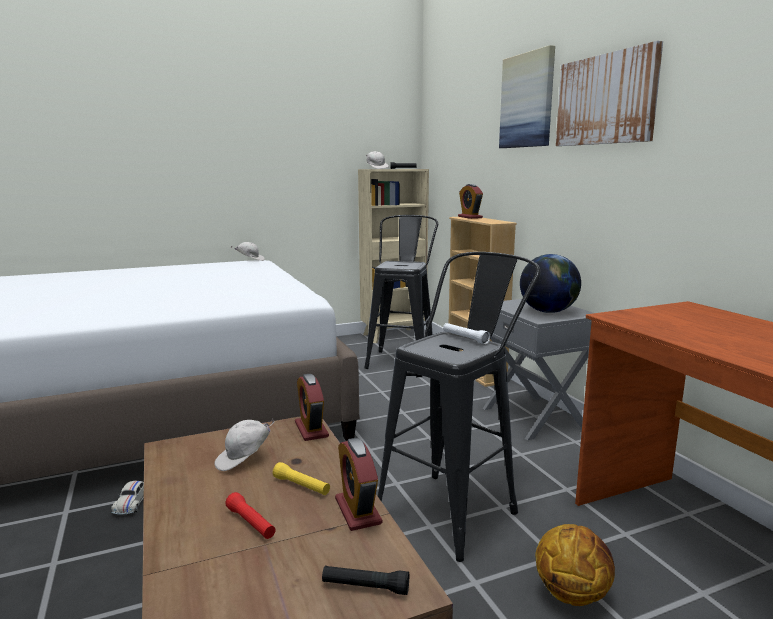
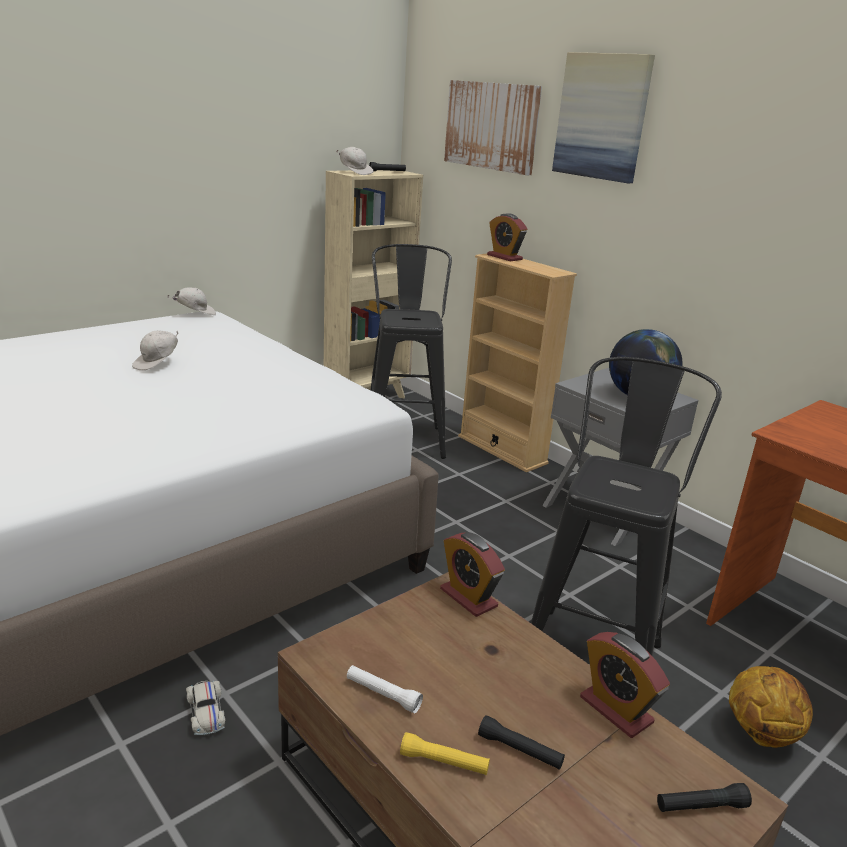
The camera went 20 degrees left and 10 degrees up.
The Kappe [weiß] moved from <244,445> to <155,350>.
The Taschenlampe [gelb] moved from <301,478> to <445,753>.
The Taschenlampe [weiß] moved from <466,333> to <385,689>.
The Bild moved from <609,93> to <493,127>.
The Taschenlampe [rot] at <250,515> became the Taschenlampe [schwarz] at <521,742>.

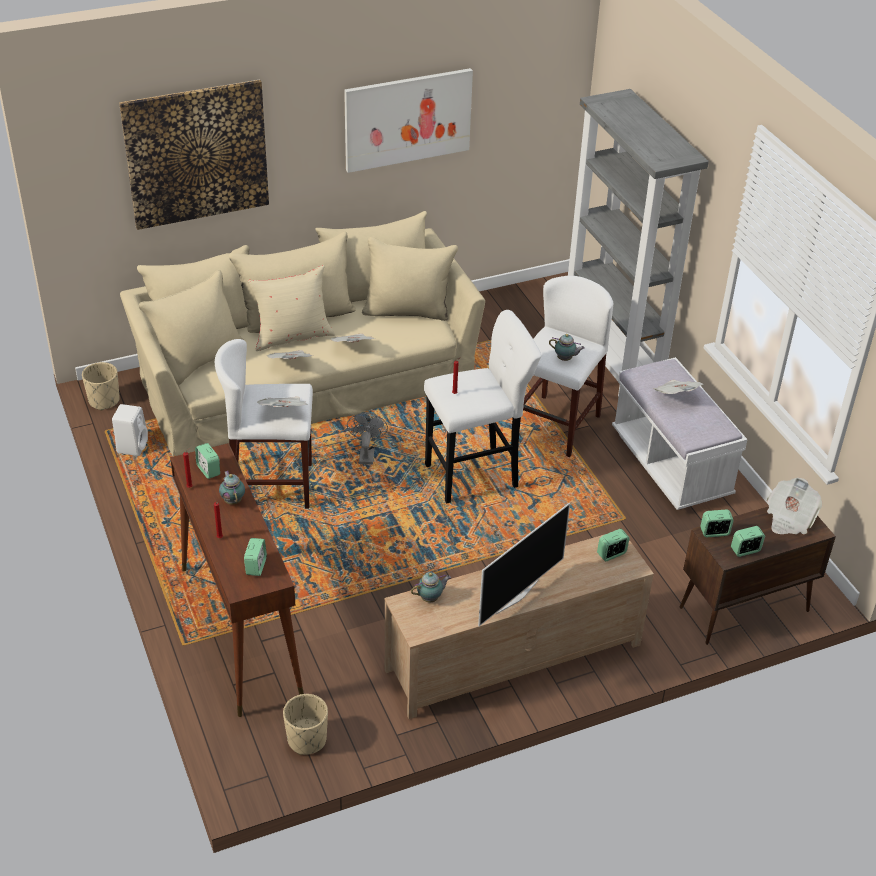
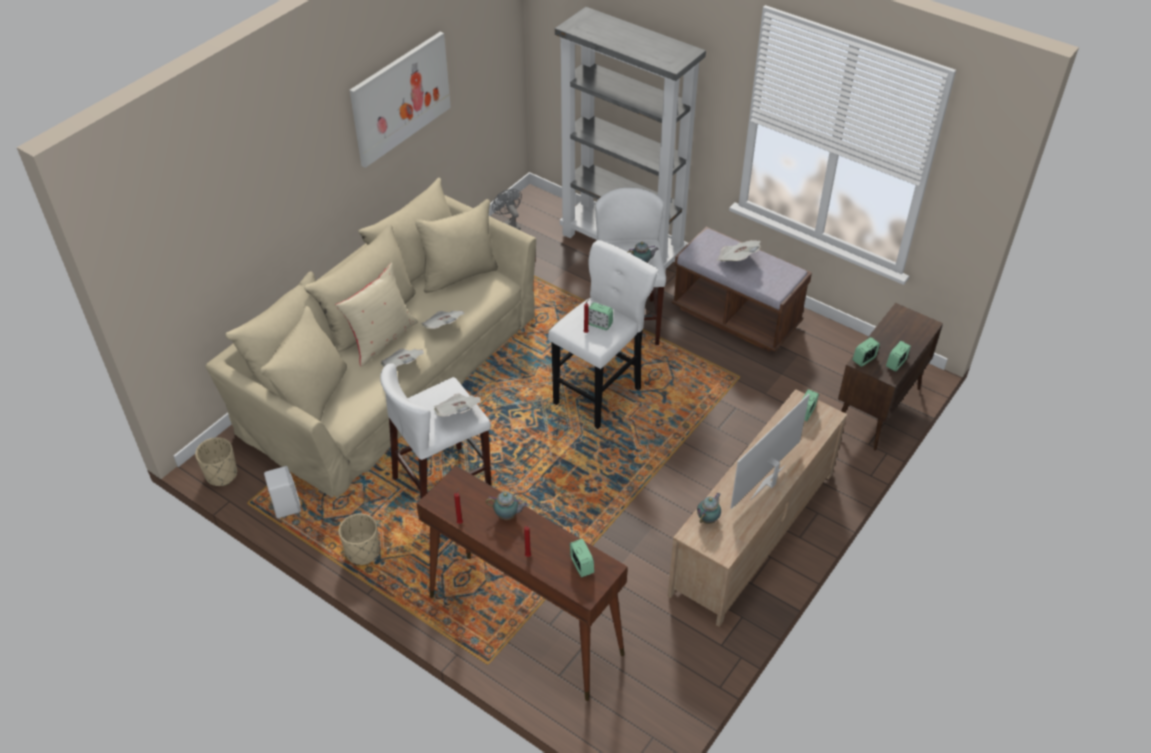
The camera went 30 degrees left and 5 degrees up.
The Bild at <194,155> disappeared.
The Zeitung at <794,505> disappeared.
The Wecker moved from <207,461> to <600,316>.
The Pflanzkübel [beige] moved from <305,724> to <358,539>.
The Ventilator [grau] moved from <367,438> to <507,209>.
The Bank [weiß] at <680,433> became the Bank [braun] at <742,289>.
The Teekanne at <232,487> turned 150 degrees clockwise.
The Fernseher at <524,564> turned 150 degrees counterclockwise.

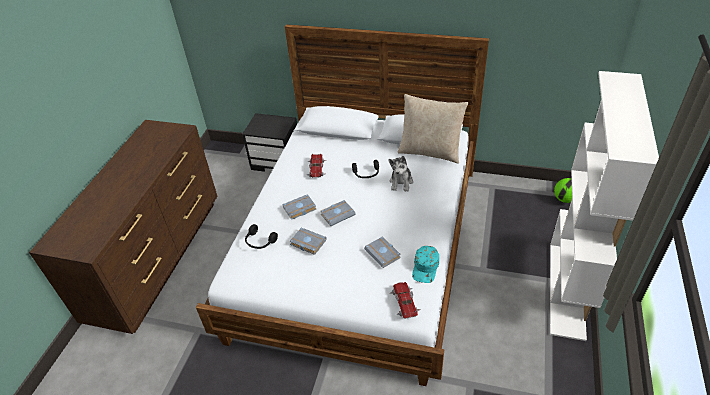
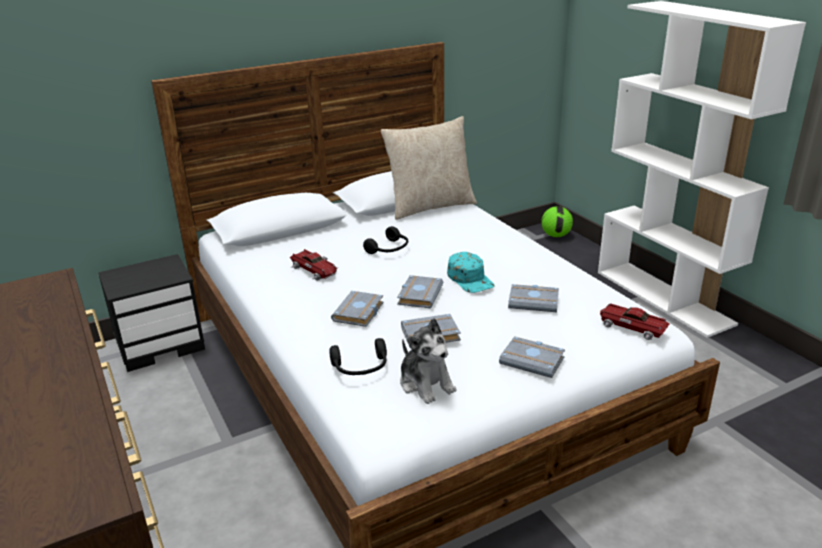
The camera went 45 degrees left and 15 degrees down.
The Buch [grau] at <532,357> appeared.
The Plüschtier moved from <400,174> to <428,361>.
The Kappe [türkis] moved from <425,264> to <471,272>.

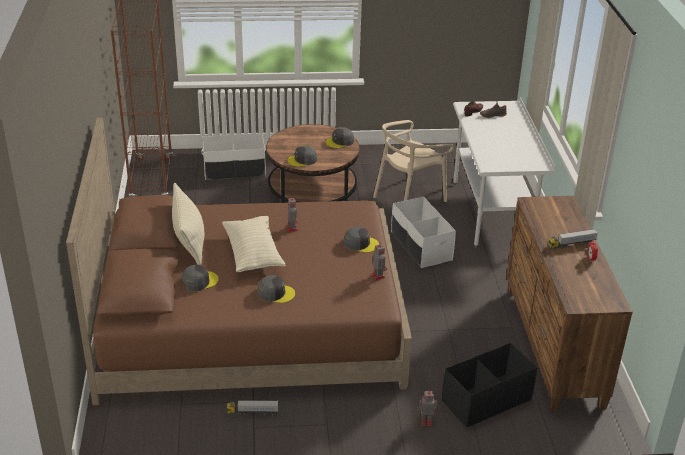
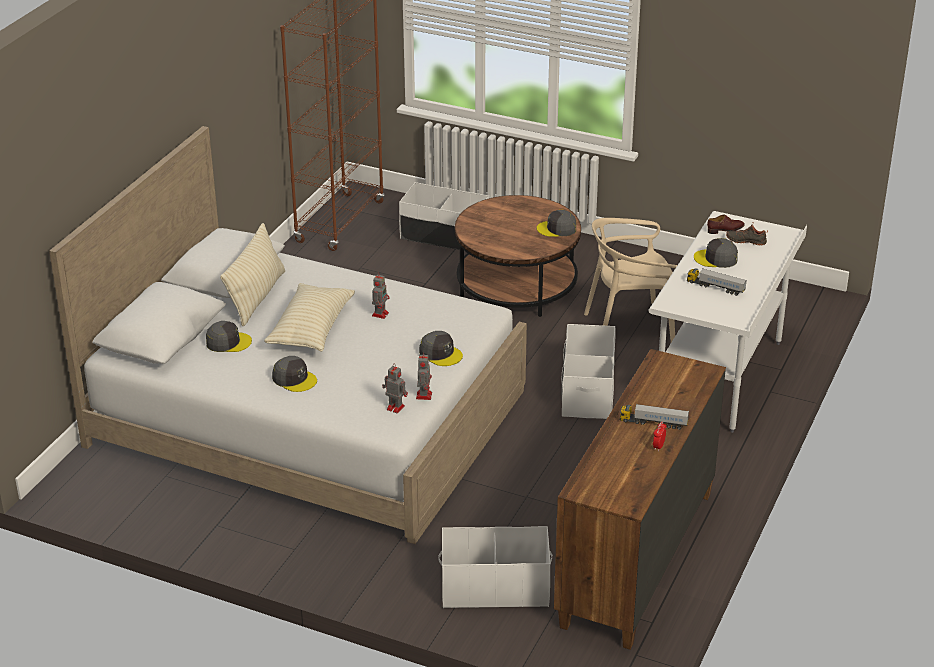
The camera went 30 degrees right and 0 degrees up.
The Spielzeuglaster moved from <252,407> to <717,282>.
The Kappe [grau] moved from <302,156> to <716,253>.
The Spielzeugroboter moved from <427,408> to <395,389>.
The Bett [braun] at <239,261> became the Bett [weiß] at <288,335>.
The Aufbewahrungsbox [schwarz] at <489,385> became the Aufbewahrungsbox [weiß] at <495,567>.

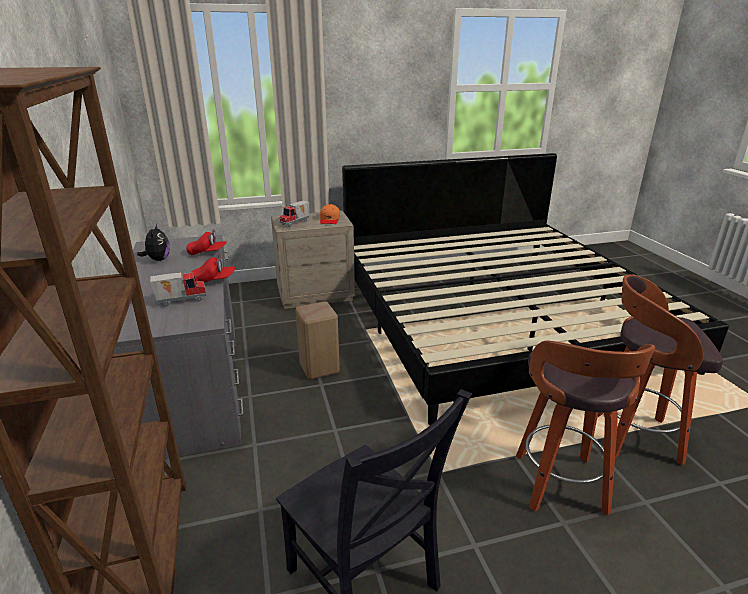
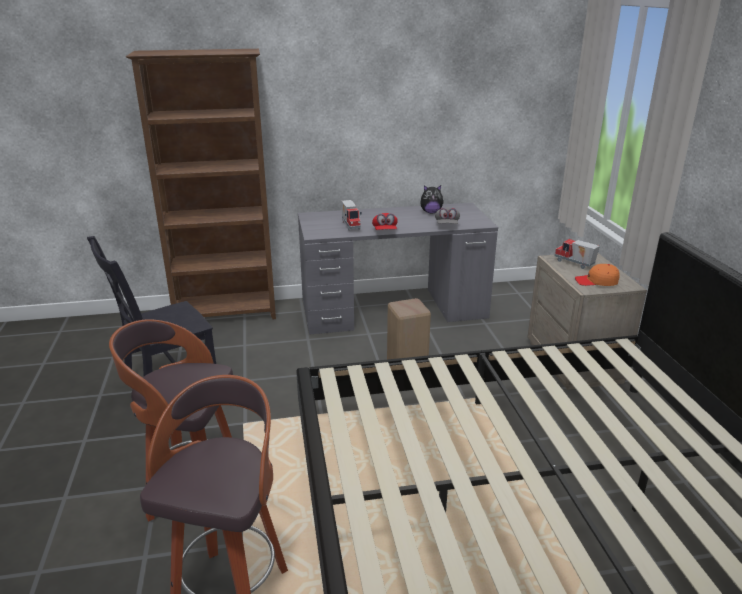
The camera went 95 degrees right and 0 degrees up.
The Kappe [rot] at <206,242> became the Kappe [grau] at <447,215>.

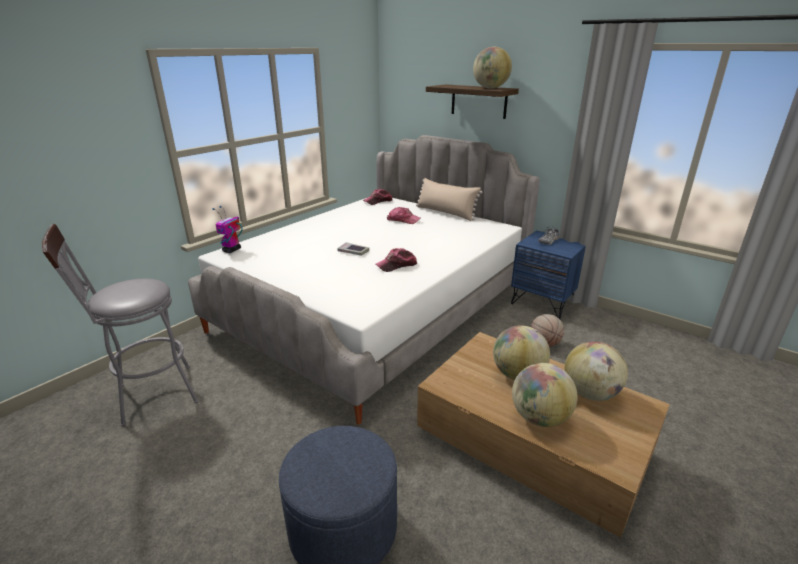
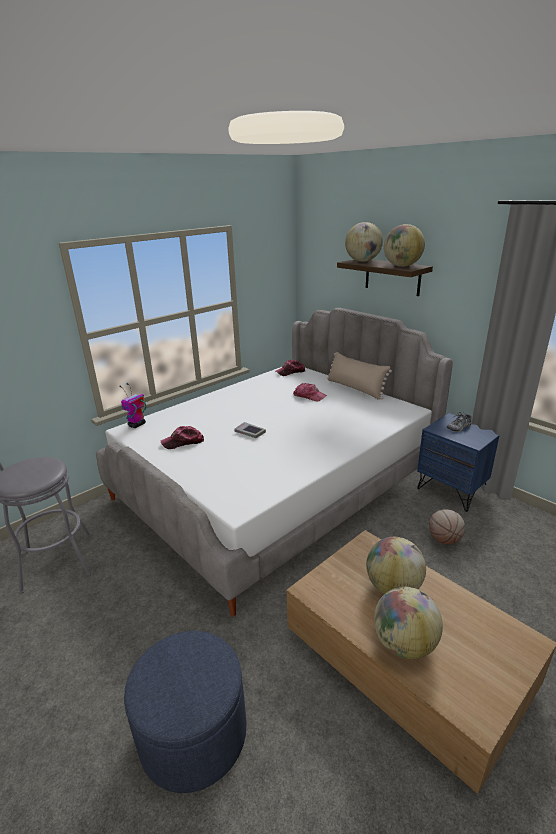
The camera went 10 degrees right and 0 degrees up.
The Kappe moved from <396,260> to <182,437>.
The Globus moved from <596,371> to <364,242>.

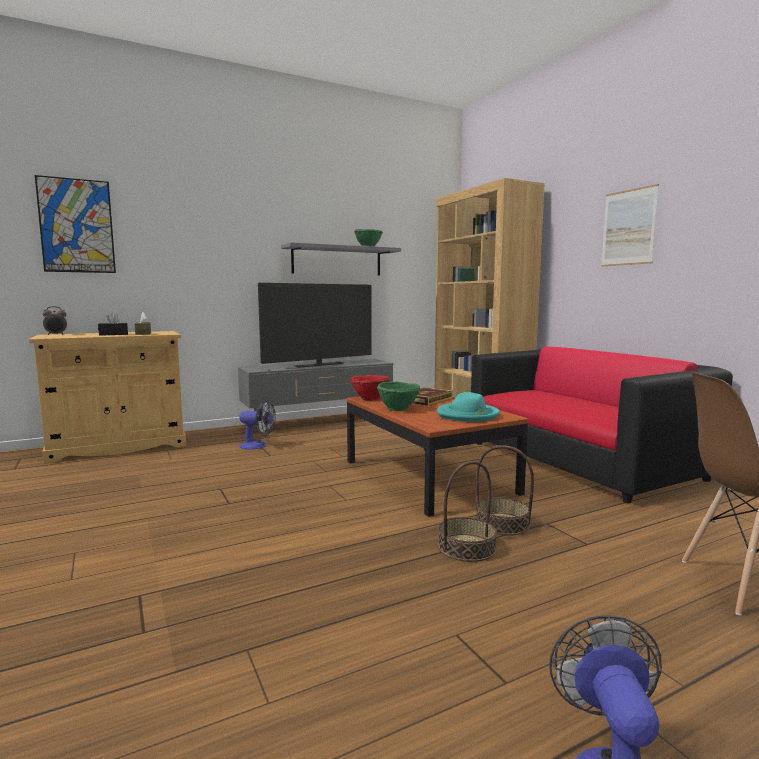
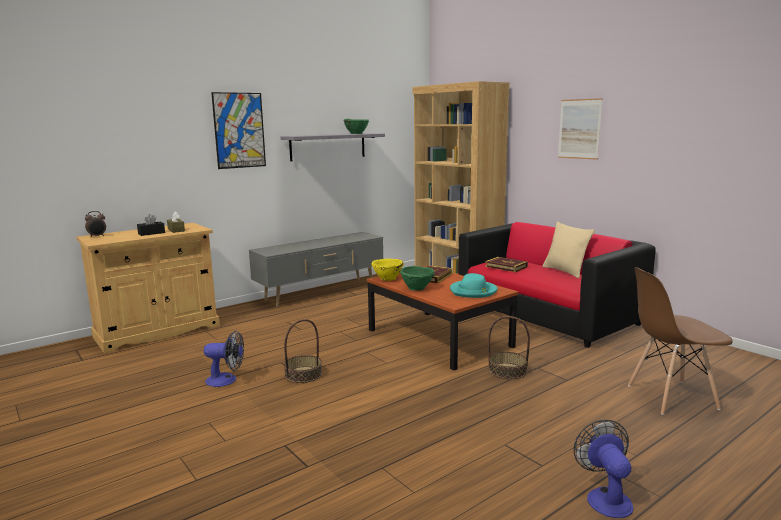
The camera went 10 degrees left and 5 degrees up.
The Fernseher at <315,325> disappeared.
The Buch at <506,264> appeared.
The Kissen [beige] at <569,250> appeared.
The Bild moved from <75,224> to <238,130>.
The Ventilator moved from <257,425> to <224,359>.
The Korb moved from <467,511> to <303,351>.
The Schüssel [rot] at <370,388> became the Schüssel [gelb] at <387,270>.

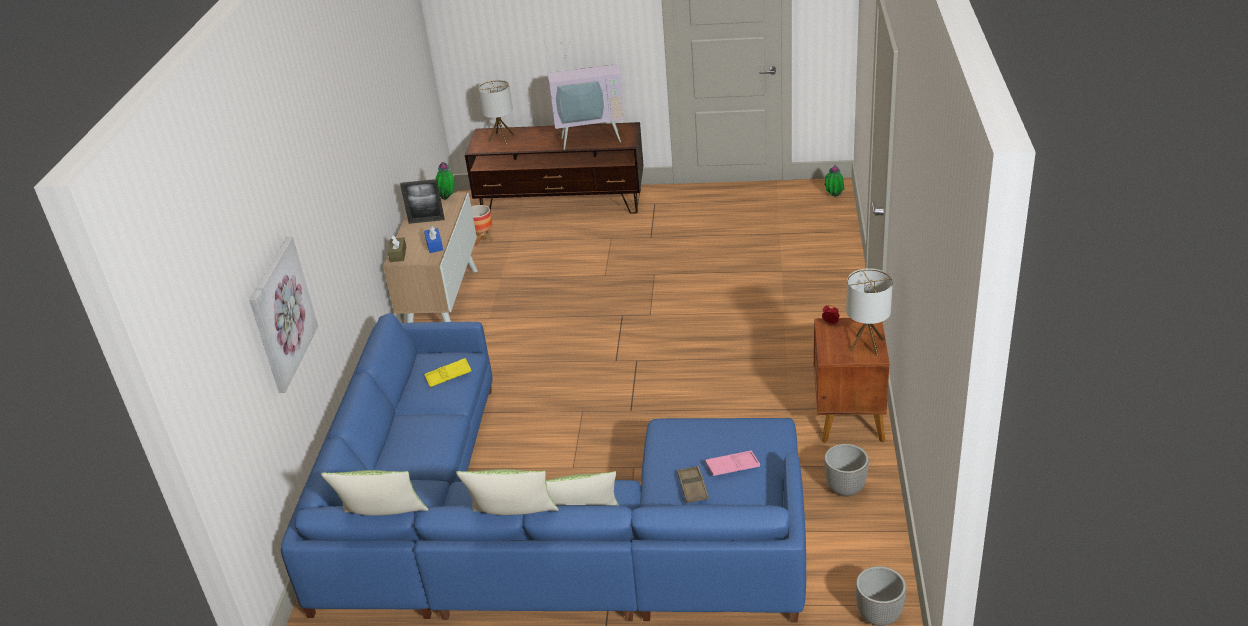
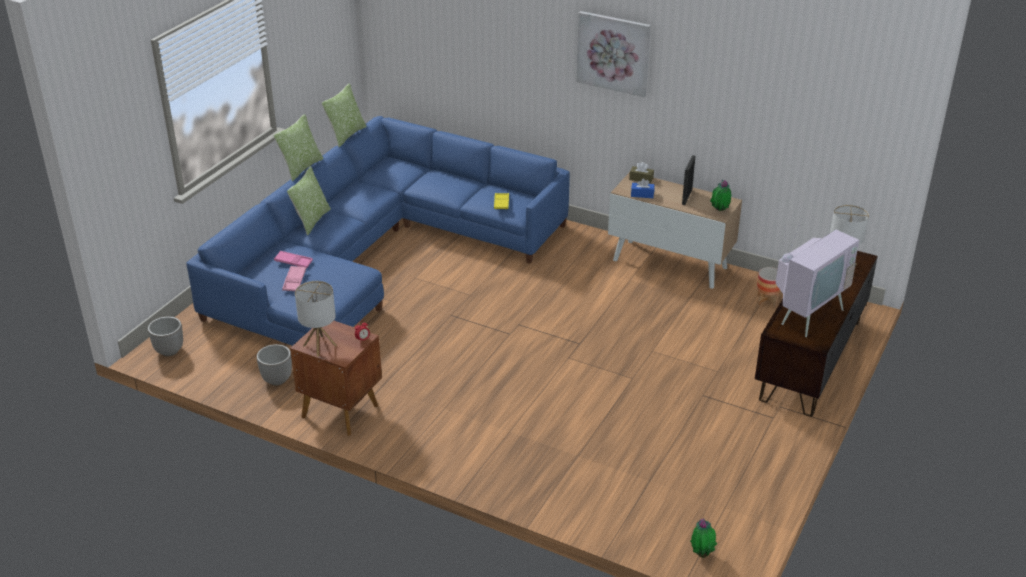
The camera went 110 degrees right and 0 degrees up.
The Bild moved from <283,315> to <613,54>.
The Tablett [braun] at <693,484> became the Tablett [rosa] at <293,259>.
The Fernseher at <584,95> turned 150 degrees counterclockwise.

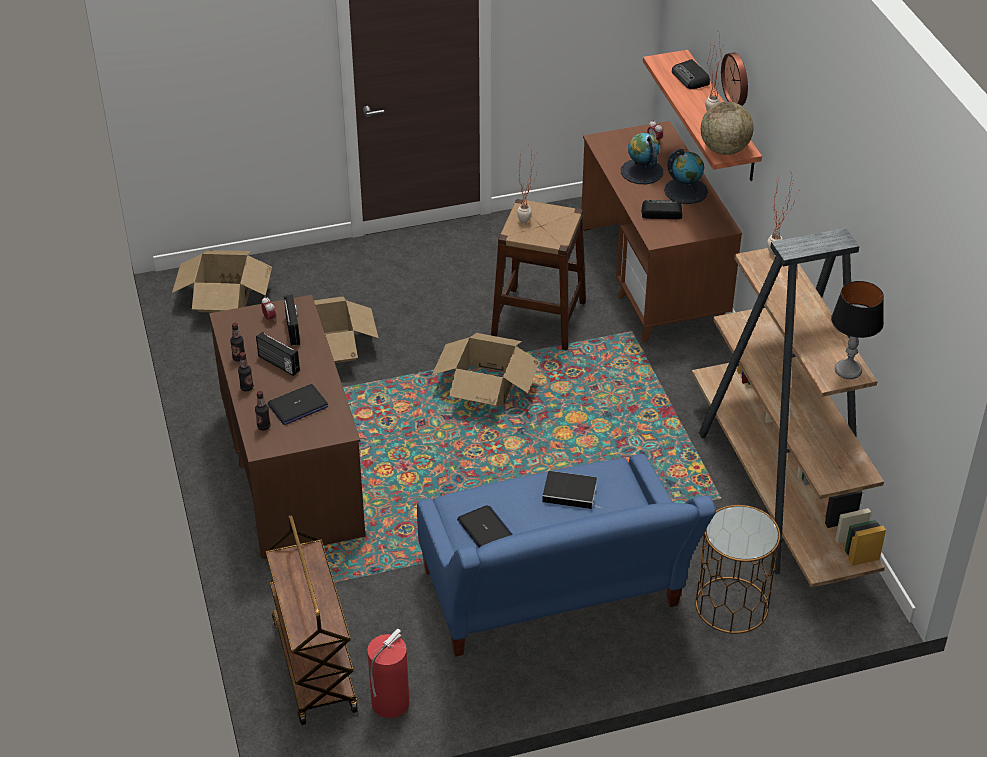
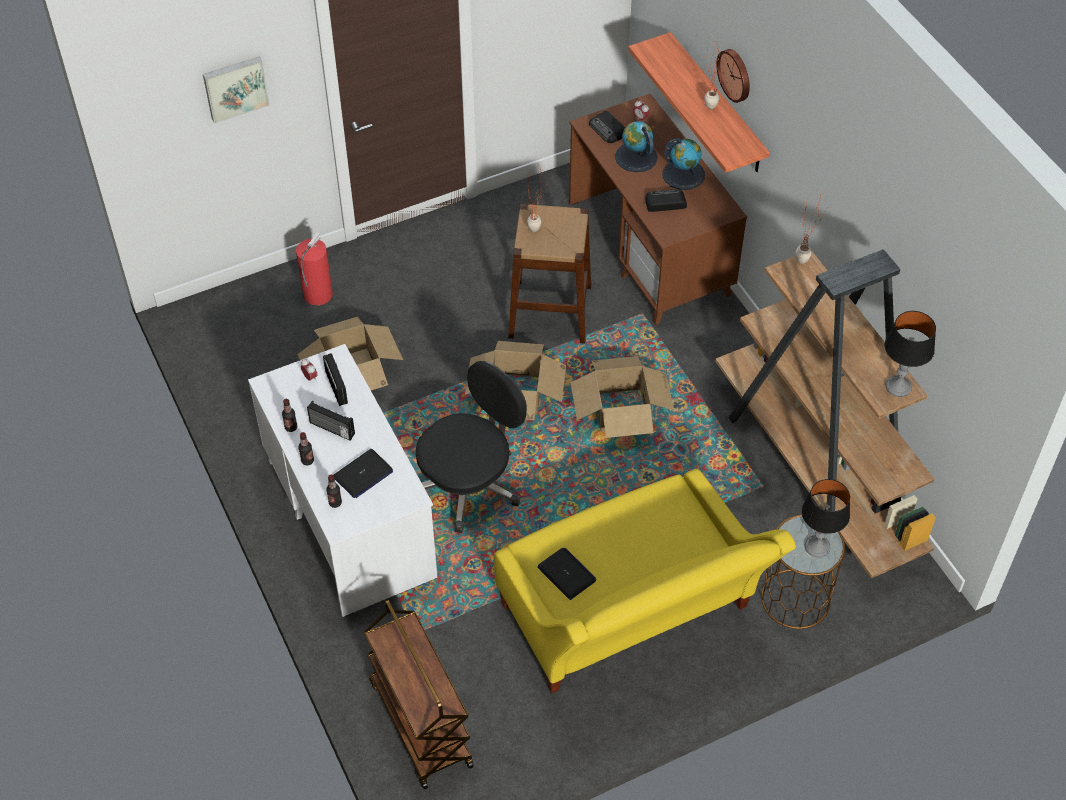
The camera went 10 degrees left and 10 degrees up.
The Buch at <572,490> disappeared.
The Globus at <727,128> disappeared.
The Bild at <236,89> appeared.
The Bürostuhl [schwarz] at <471,447> appeared.
The Tischlampe at <826,518> appeared.
The Karton moved from <222,281> to <622,397>.
The Feuerlöscher moved from <388,673> to <314,269>.
The Radio moved from <691,74> to <607,126>.
The Schreibtisch [braun] at <287,427> became the Schreibtisch [weiß] at <342,480>.
The Sofa [blau] at <566,555> became the Sofa [gelb] at <645,581>.

